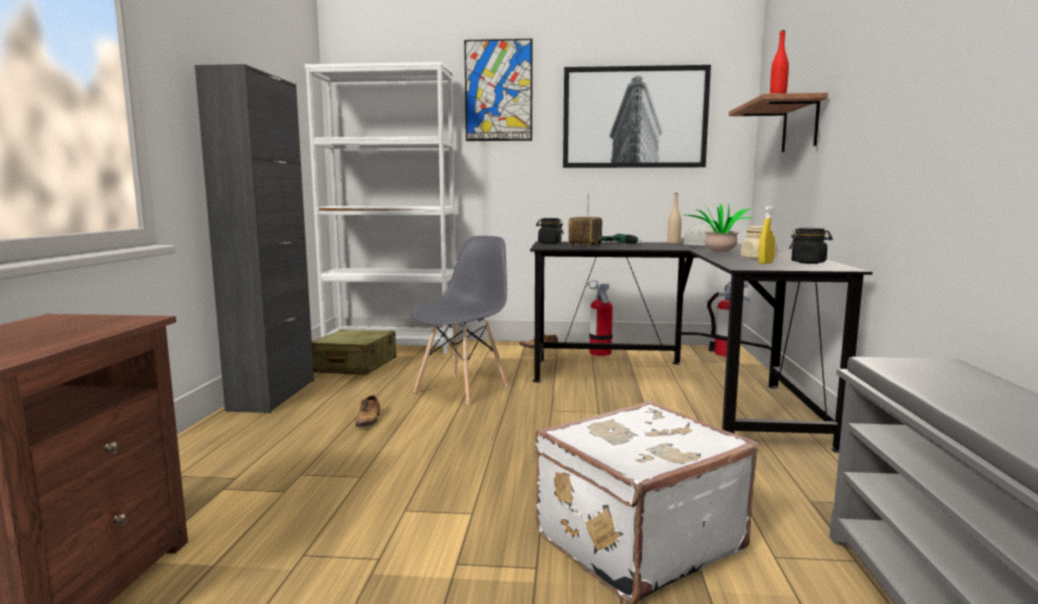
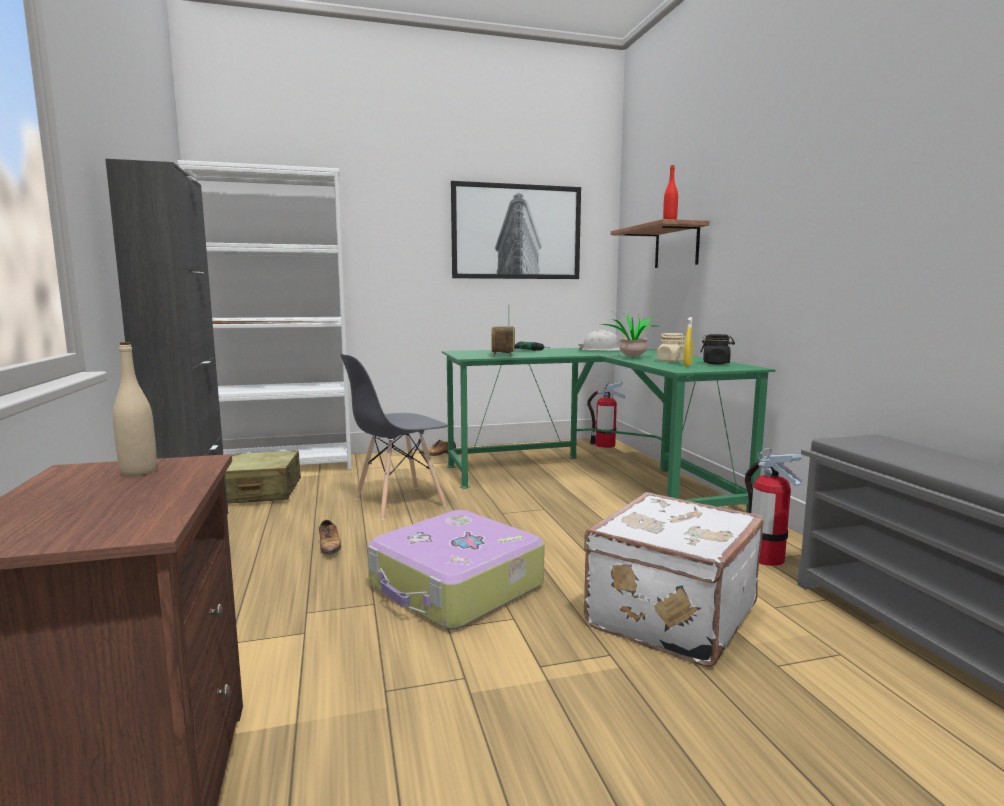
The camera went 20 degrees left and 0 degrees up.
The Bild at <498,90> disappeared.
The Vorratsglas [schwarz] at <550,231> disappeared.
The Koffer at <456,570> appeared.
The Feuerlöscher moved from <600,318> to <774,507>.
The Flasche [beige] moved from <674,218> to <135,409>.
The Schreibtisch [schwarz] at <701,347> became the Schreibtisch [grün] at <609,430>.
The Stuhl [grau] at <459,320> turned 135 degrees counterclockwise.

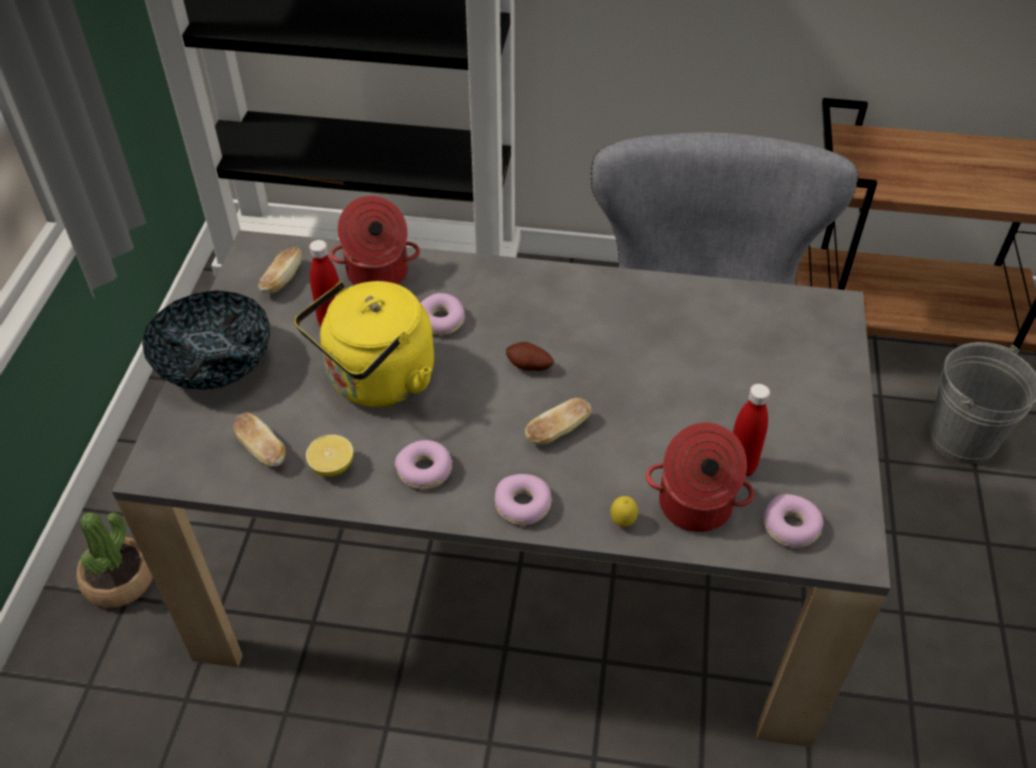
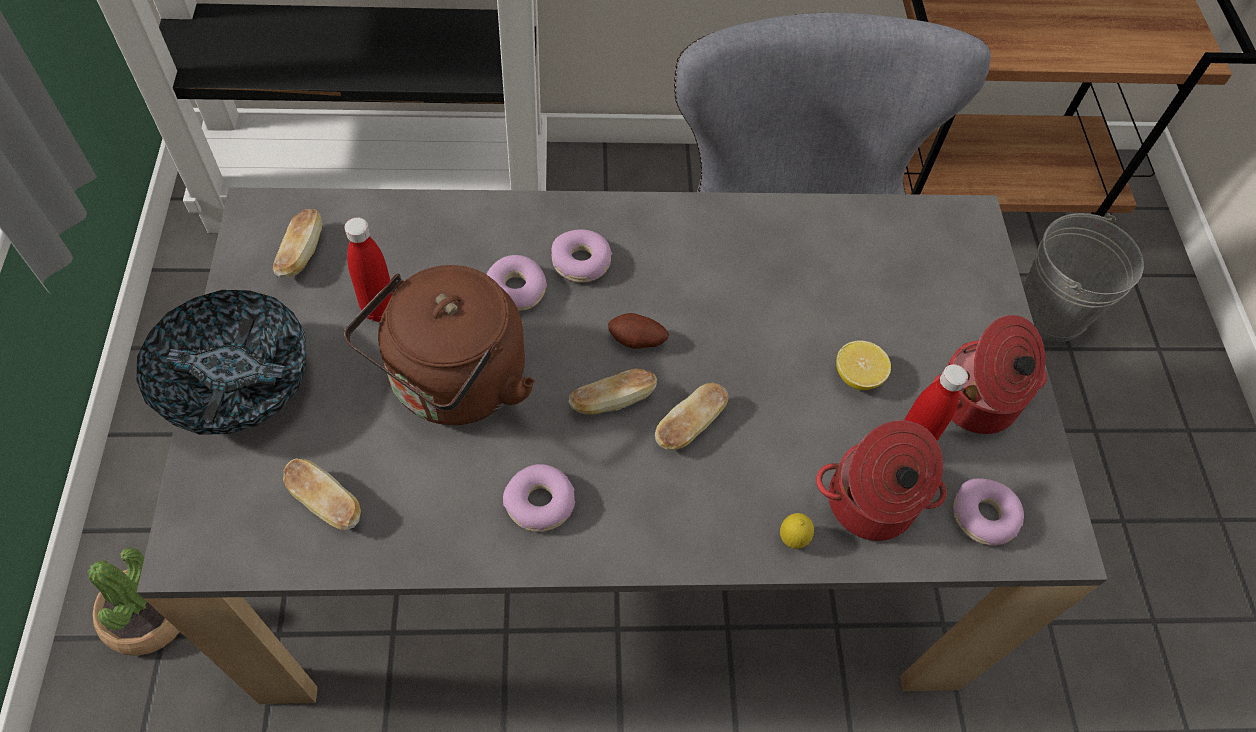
The camera went 15 degrees left and 10 degrees up.
The Brot at <613,392> appeared.
The Zitrone moved from <329,455> to <863,365>.
The Kochtopf moved from <375,240> to <990,374>.
The Donut moved from <523,499> to <582,256>.
The Wasserkessel [gelb] at <364,344> became the Wasserkessel [braun] at <439,345>.

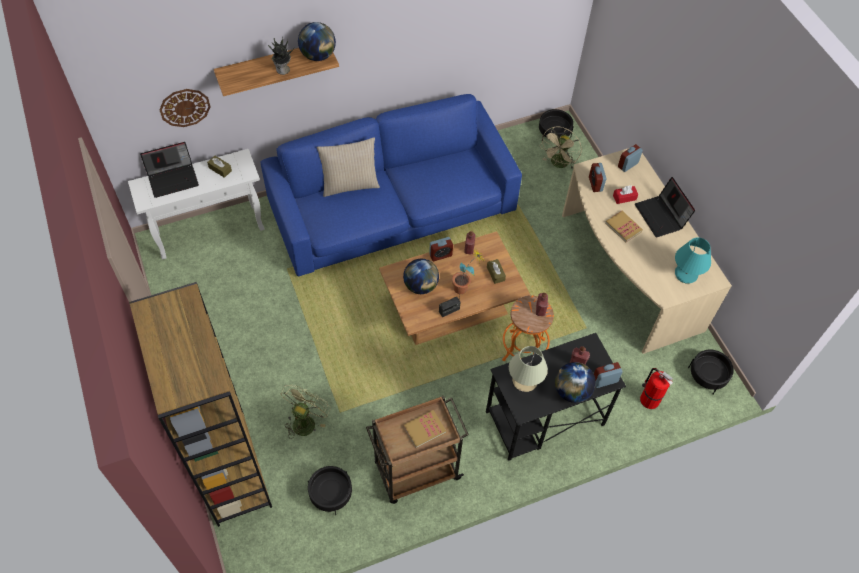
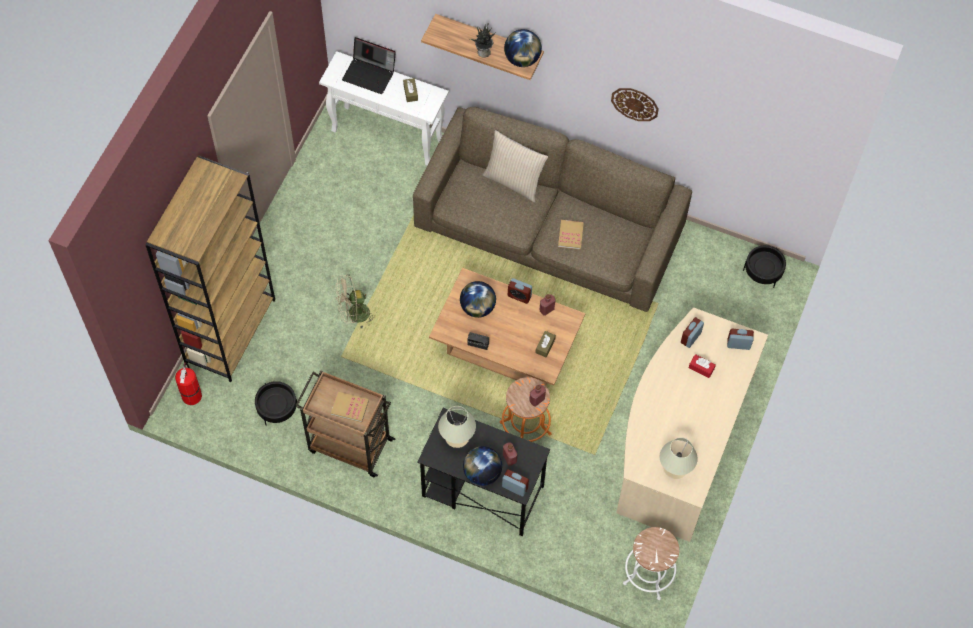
The camera went 45 degrees right and 5 degrees up.
The Ventilator [grün] at <305,412> disappeared.
The Topfpflanze at <468,271> disappeared.
The Laptop at <665,207> disappeared.
The Wanduhr moved from <184,108> to <635,104>.
The Ventilator [beige] moved from <562,148> to <355,301>.
The Buch moved from <624,226> to <571,235>.
The Feuerlöscher moved from <656,388> to <188,383>.
The Pflanzkübel [schwarz] at <711,371> was replaced by the Hocker [weiß] at <651,563>.
The Sofa [blau] at <391,185> became the Sofa [braun] at <552,209>.
The Tischlampe [türkis] at <693,261> became the Tischlampe [beige] at <679,458>.

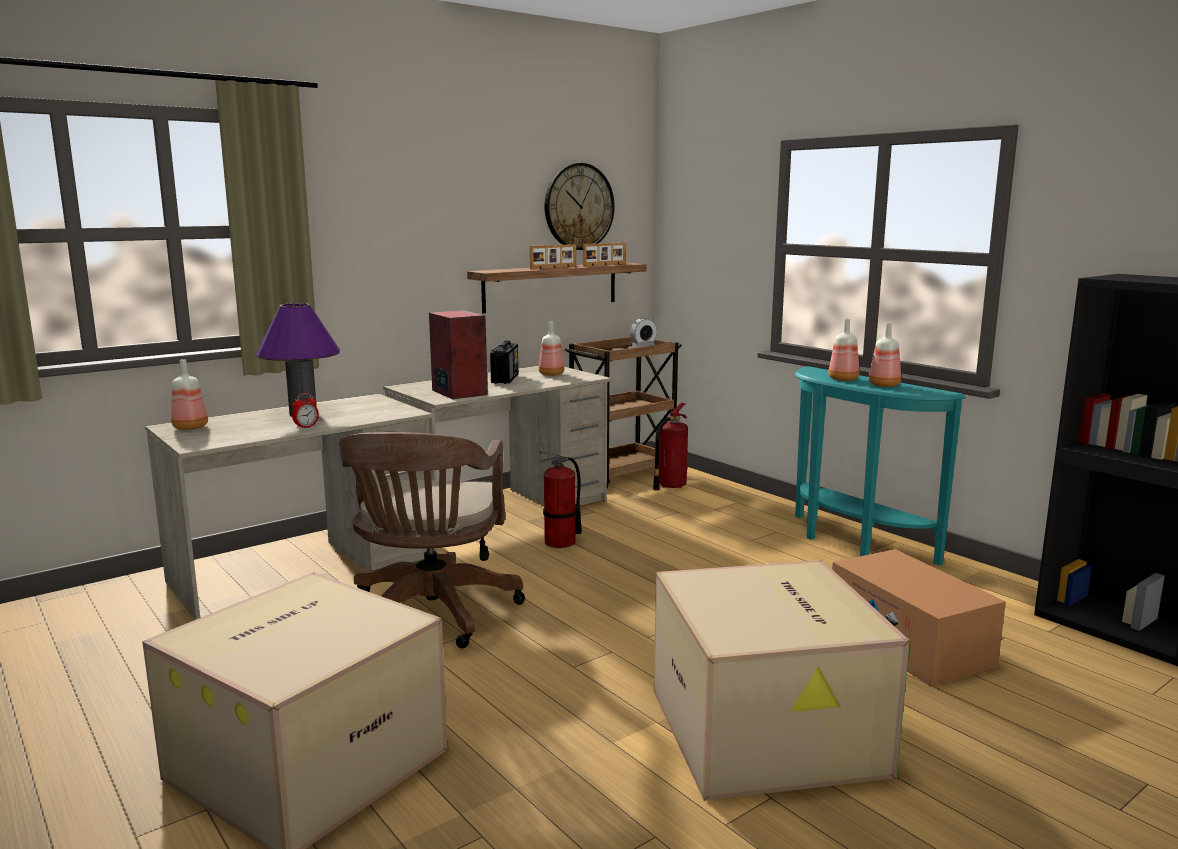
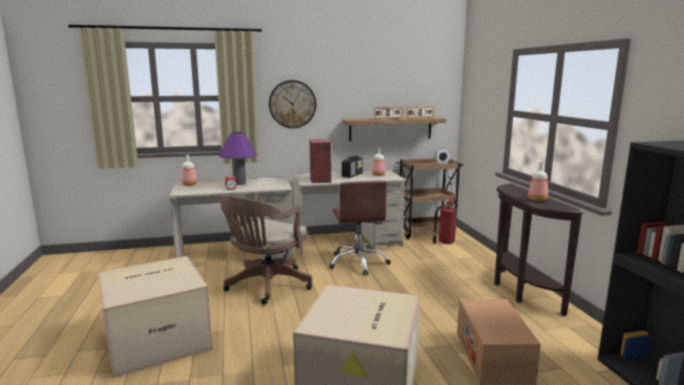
The camera went 25 degrees right and 0 degrees up.
The Flasche at <844,349> disappeared.
The Wanduhr moved from <580,206> to <292,104>.
The Feuerlöscher at <560,499> was replaced by the Bürostuhl [braun] at <360,228>.
The Konsolentisch [türkis] at <880,466> became the Konsolentisch [braun] at <538,249>.

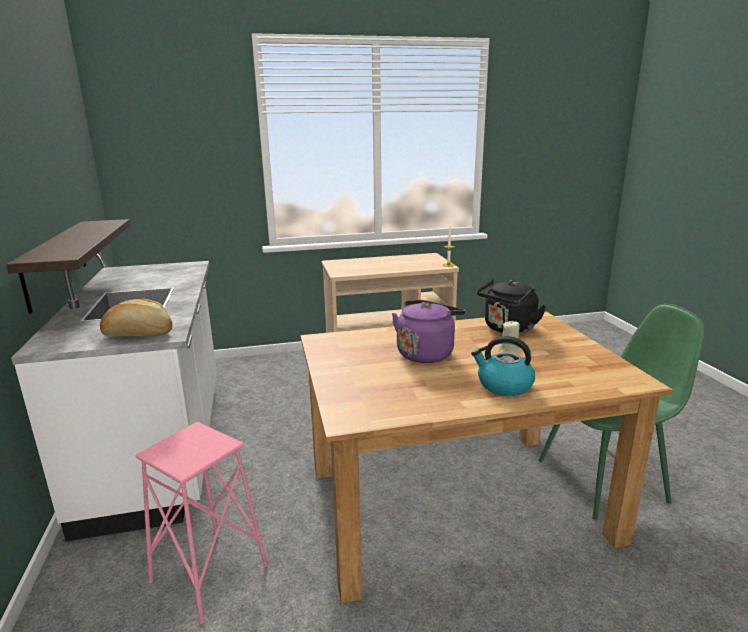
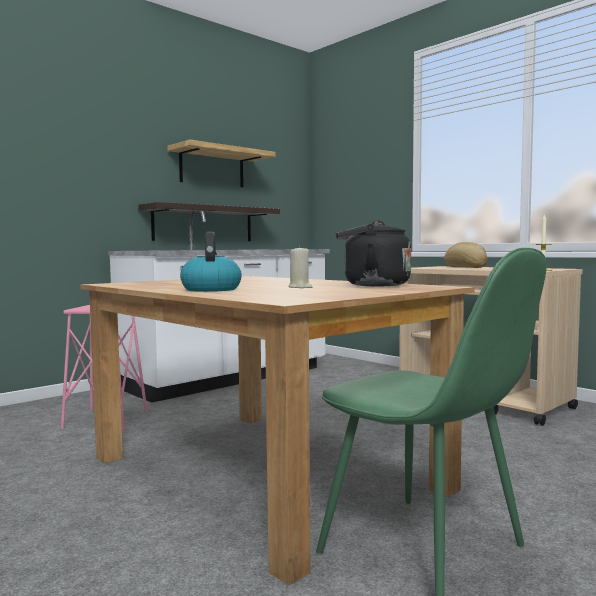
The camera went 60 degrees right and 15 degrees down.
The Wasserkessel [lila] at <428,331> disappeared.
The Wandregal at <221,163> appeared.
The Brot moved from <136,318> to <465,255>.

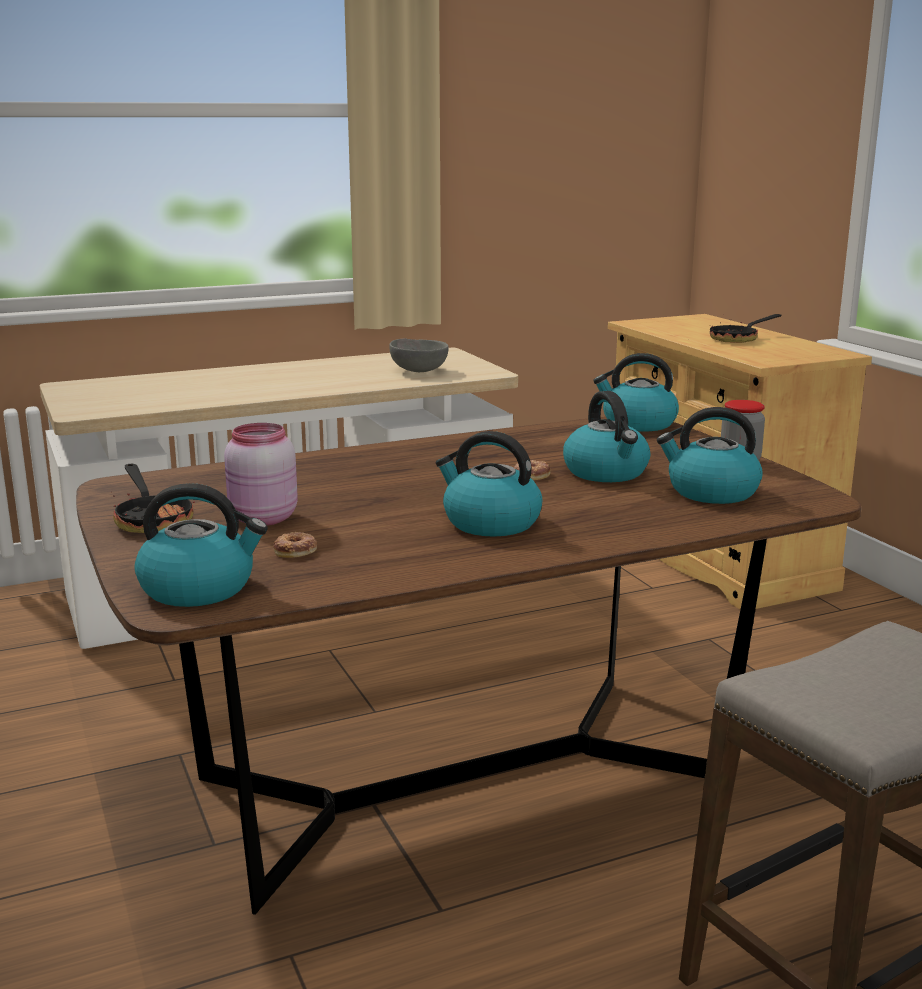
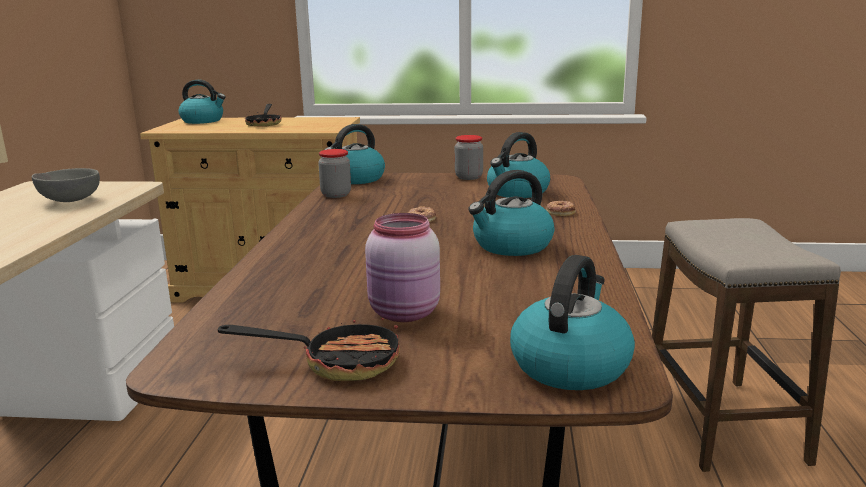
The camera went 60 degrees left and 0 degrees up.
The Vorratsglas at <334,173> appeared.
The Donut moved from <295,545> to <561,208>.
The Wasserkessel moved from <606,436> to <202,102>.

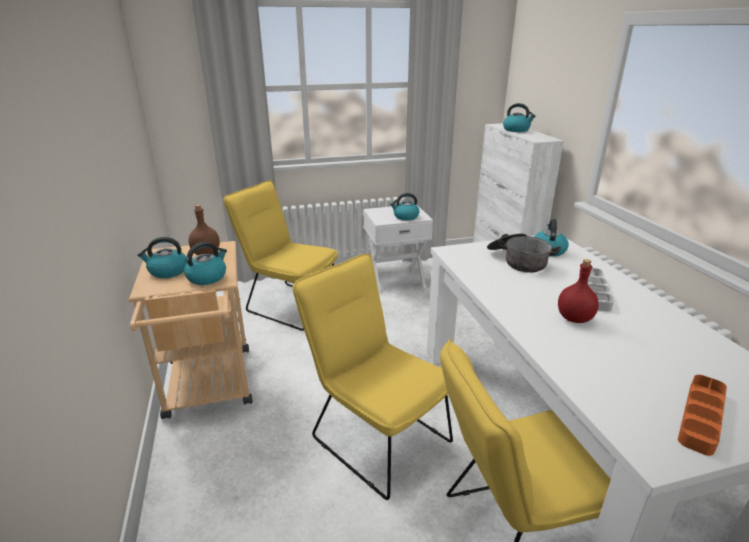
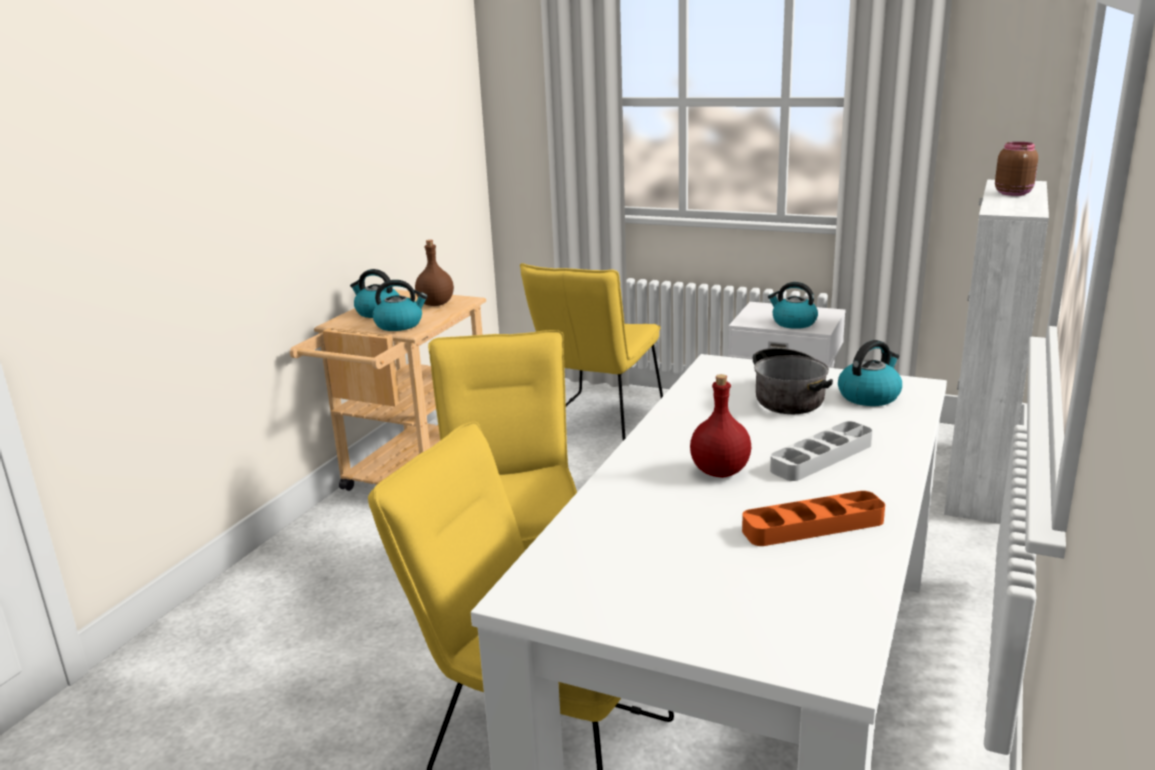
The camera went 40 degrees right and 5 degrees down.
The Tablett [orange] moved from <702,415> to <813,518>.
The Wasserkessel at <519,117> was replaced by the Vorratsglas [braun] at <1016,169>.
The Stuhl [gelb] at <280,256> turned 135 degrees counterclockwise.

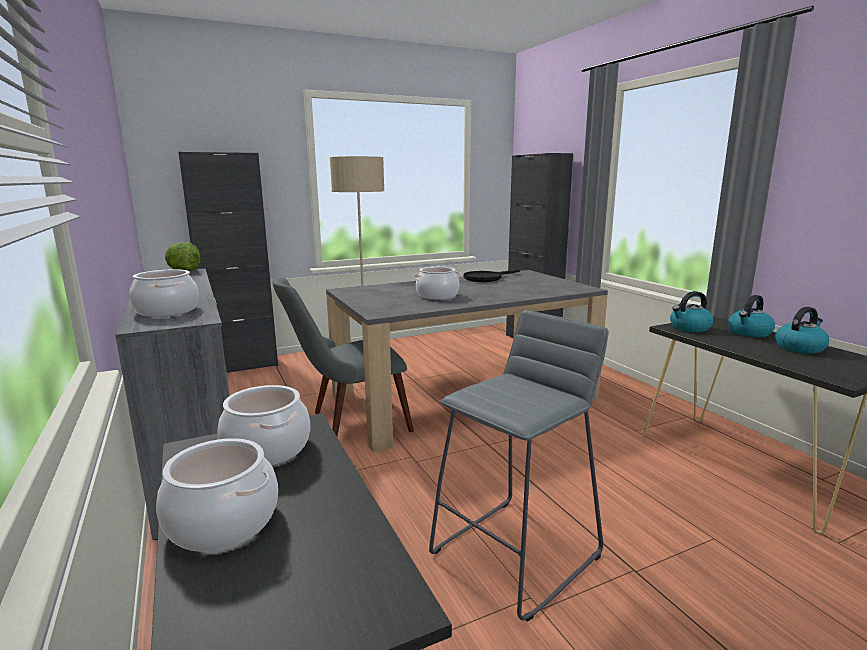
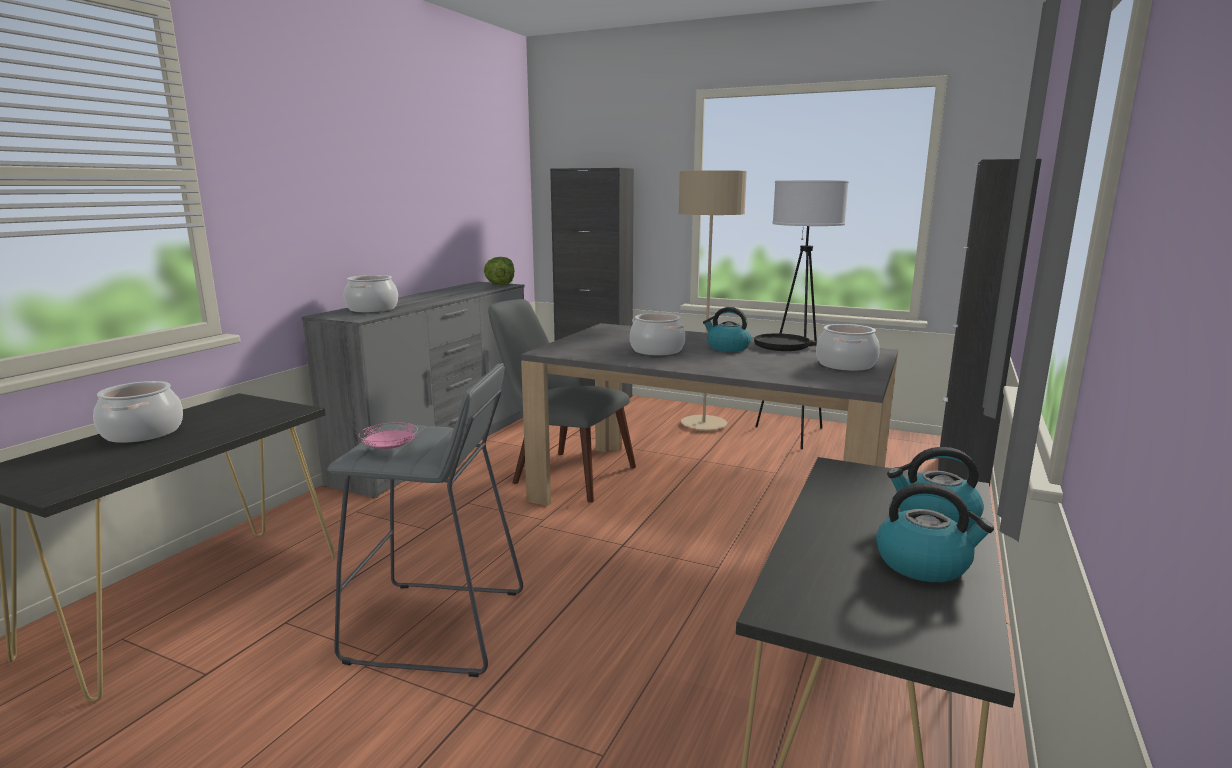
The camera went 50 degrees right and 0 degrees up.
The Teller [rosa] at <388,436> appeared.
The Stehlampe [weiß] at <802,314> appeared.
The Kochtopf moved from <264,425> to <848,347>.
The Wasserkessel moved from <692,311> to <727,329>.

